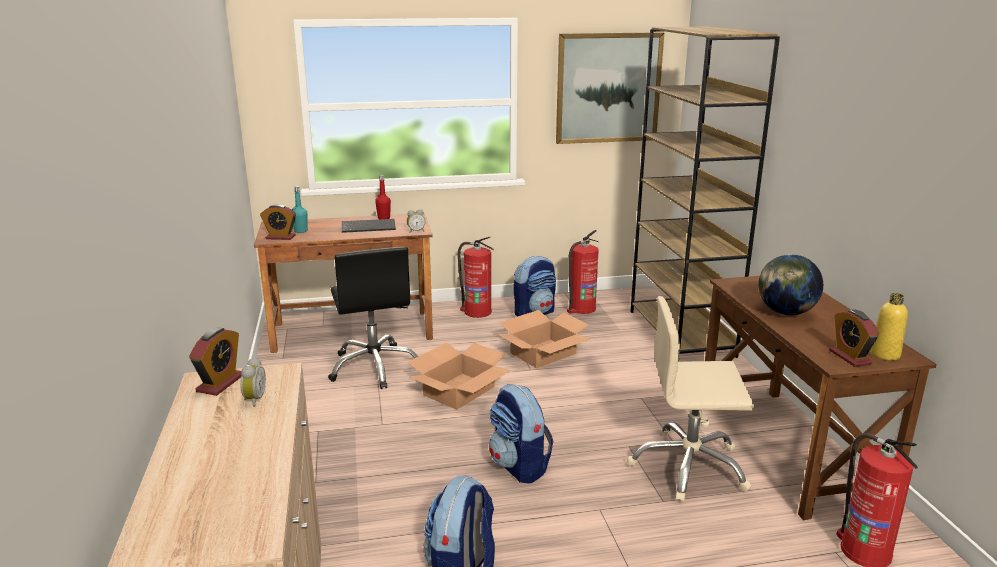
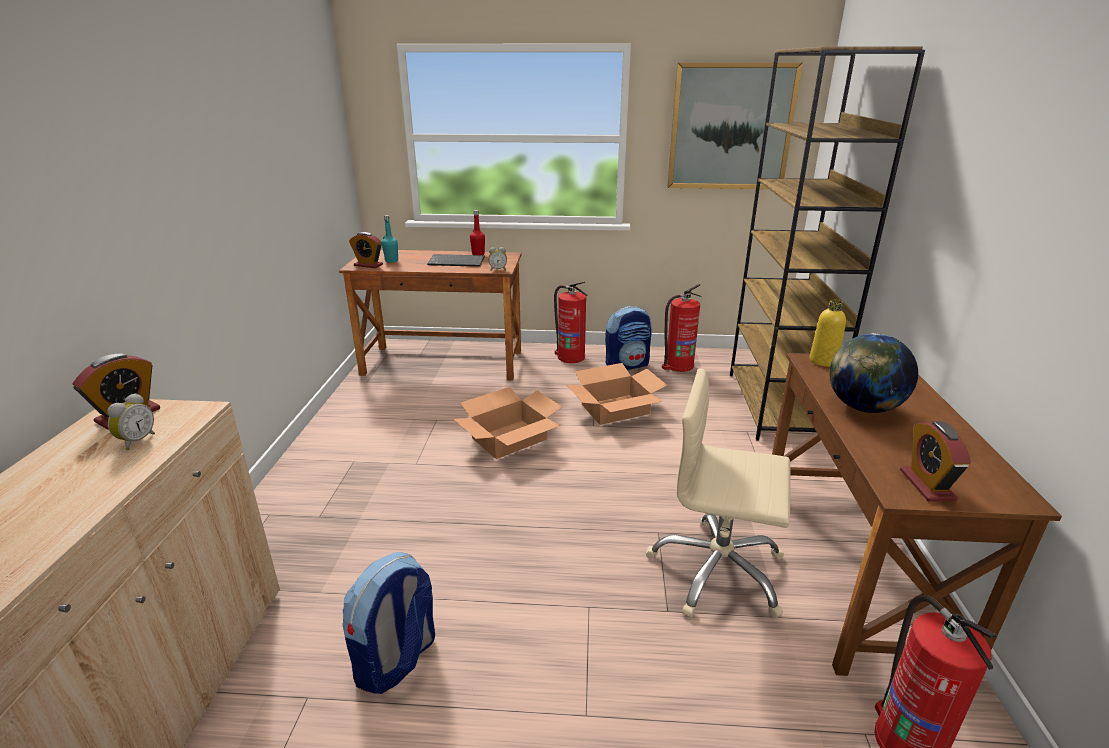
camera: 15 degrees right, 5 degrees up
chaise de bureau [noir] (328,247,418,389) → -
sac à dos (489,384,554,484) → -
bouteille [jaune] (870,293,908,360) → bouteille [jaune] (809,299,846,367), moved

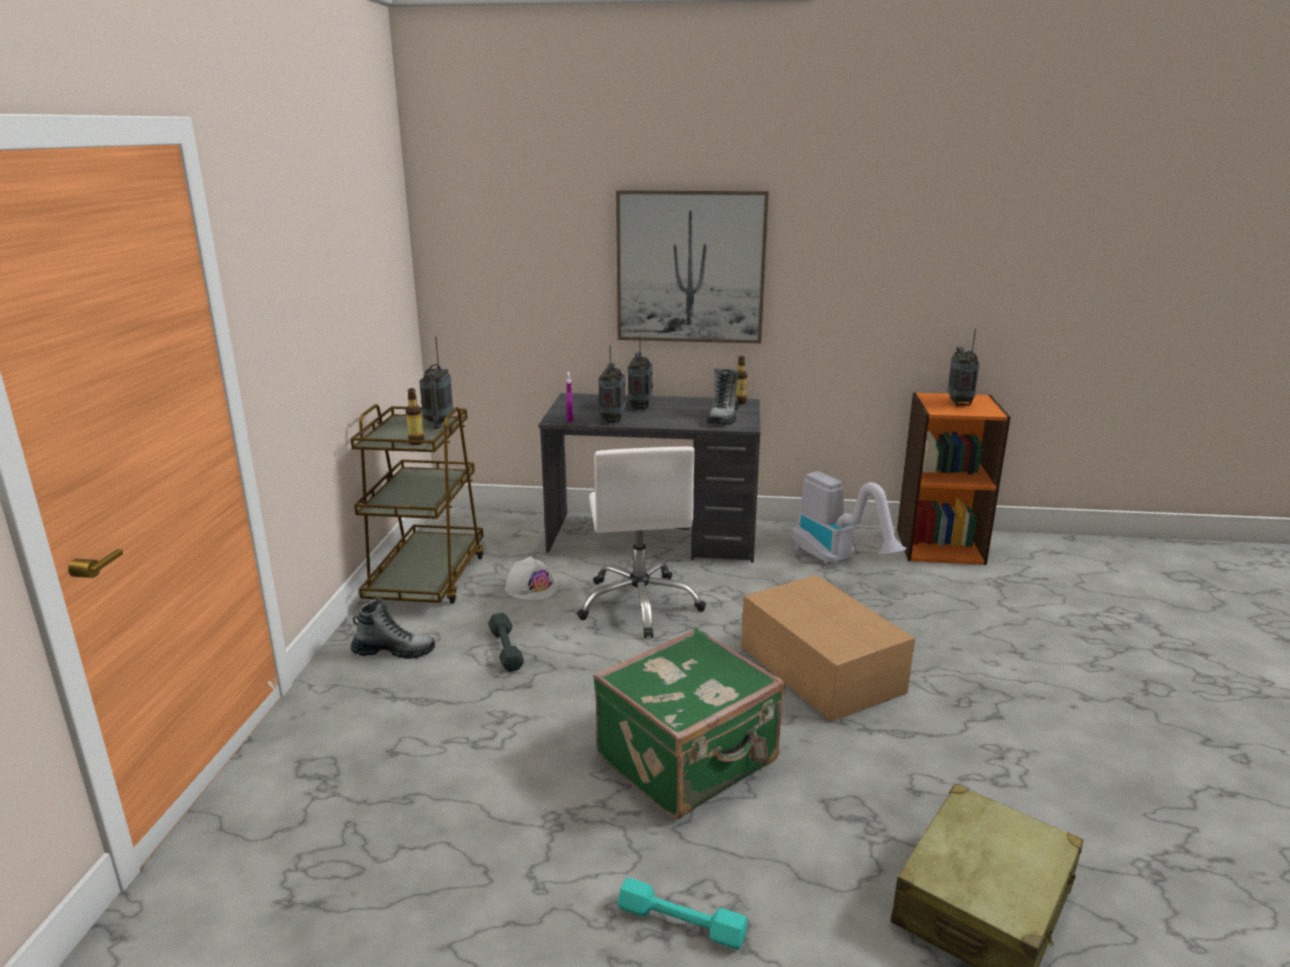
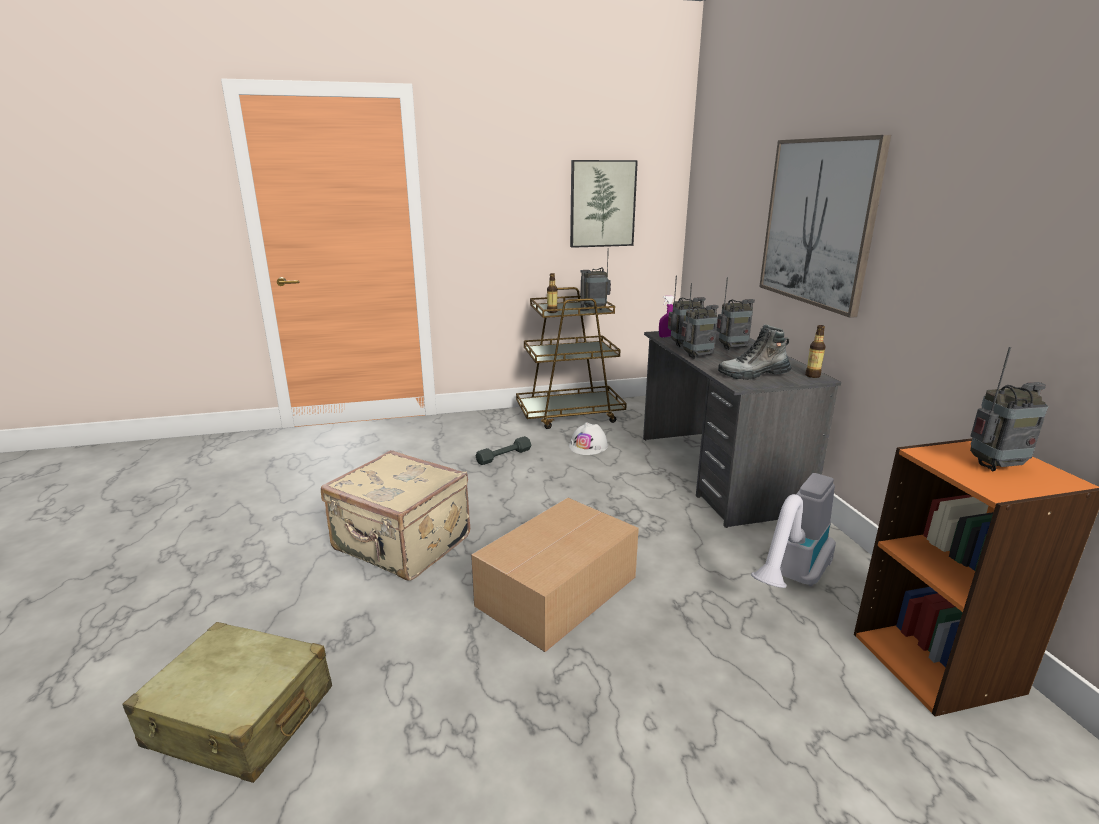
camera: 70 degrees right, 0 degrees up
botte (351,598,435,659) → -
chaise de bureau [blanc] (577,447,706,638) → -
valise [vert] (593,628,785,819) → valise [beige] (321,450,470,581)
haltère [turquoise] (617,877,747,950) → -
- → tableau (570,160,638,248)
- → radio (681,283,719,359)

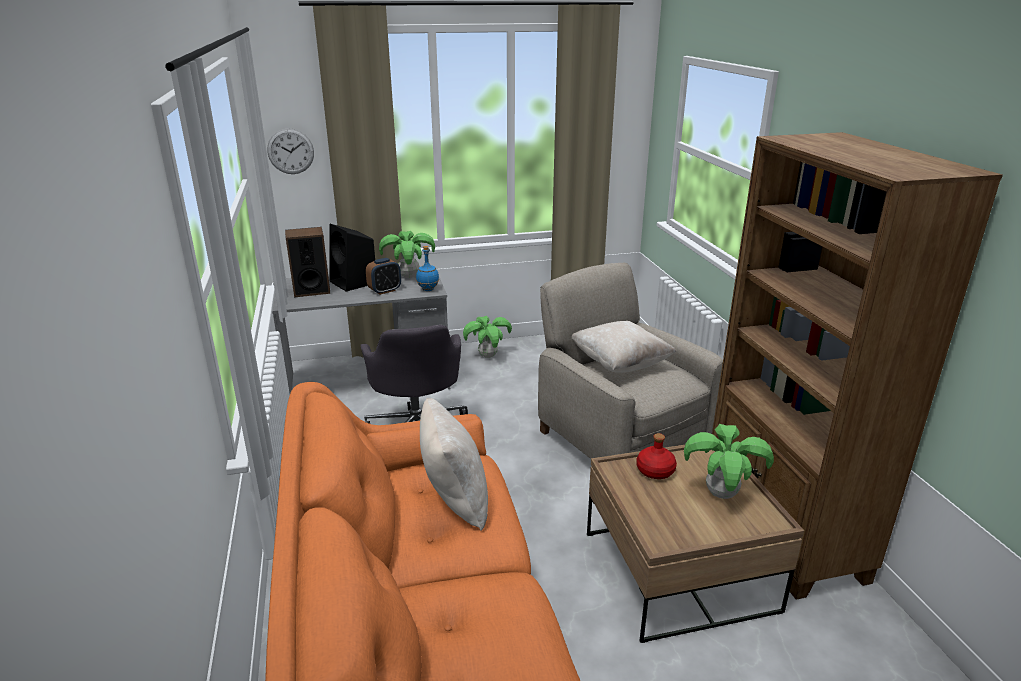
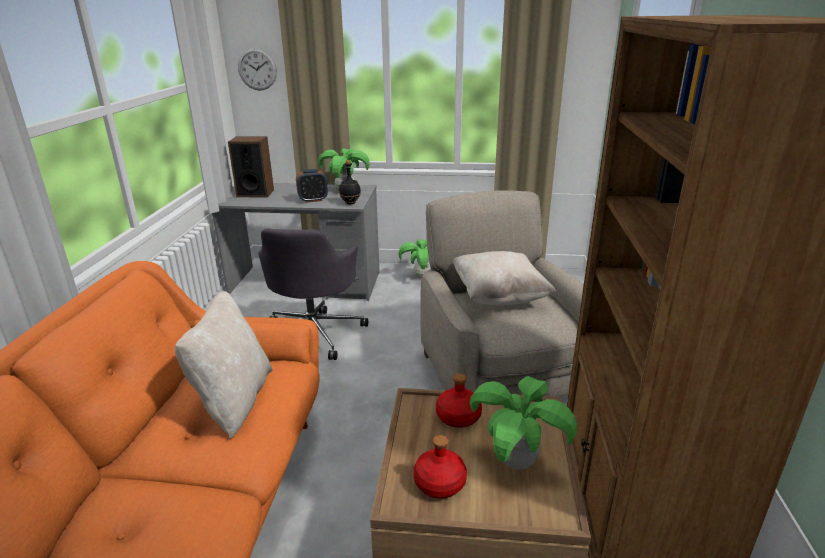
camera: 20 degrees right, 0 degrees up
enceinte [noir] (329,224,375,291) → -
bouteille [bleu] (416,246,439,291) → bouteille [noir] (339,160,361,204)
- → bouteille [rouge] (413,435,467,498)

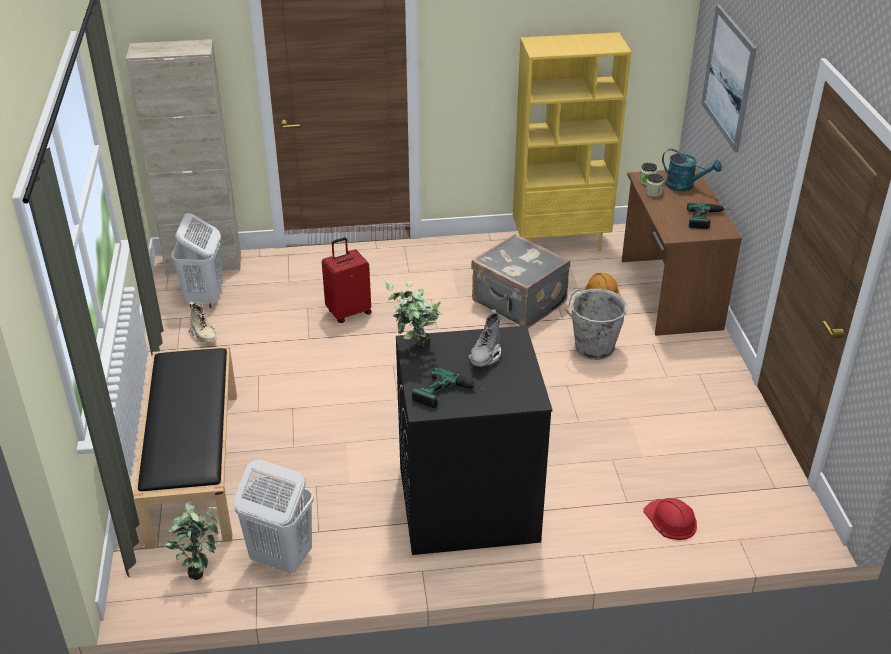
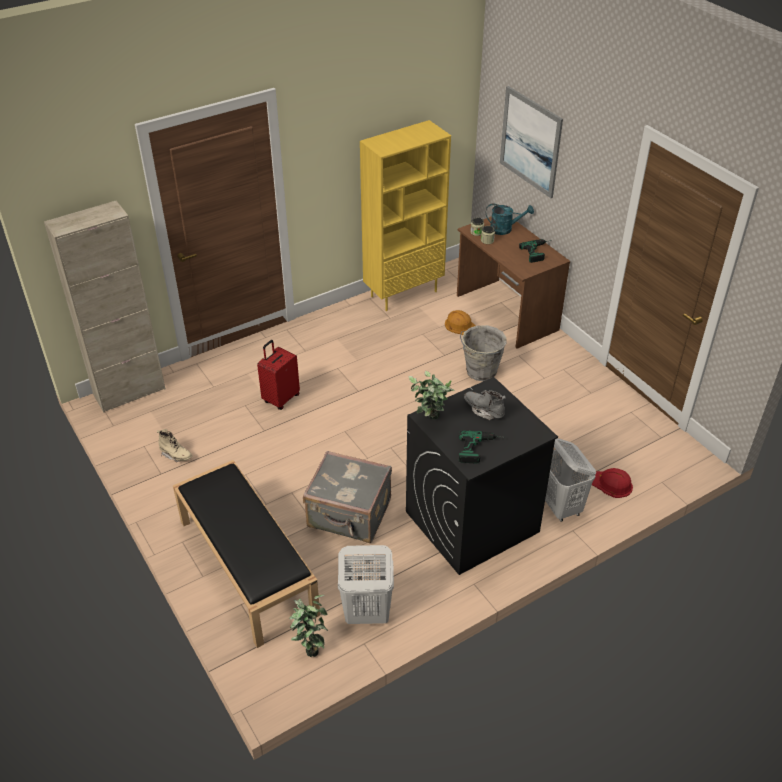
camera: 25 degrees left, 5 degrees up
panier à linge [blanc] (171,213,223,308) → panier à linge [blanc] (545,438,596,522), moved
botte [gris] (469,309,502,367) → botte [gris] (464,390,506,420), 135 degrees clockwise
valise [gris] (471,234,570,328) → valise [gris] (303,451,392,543), moved

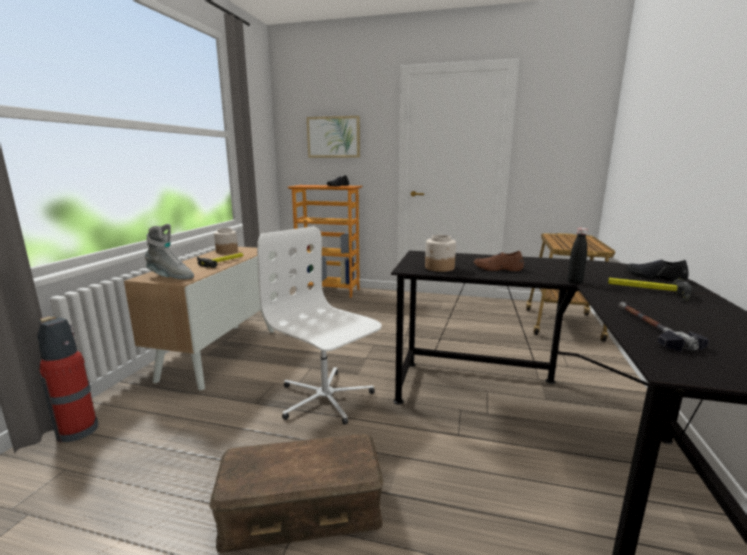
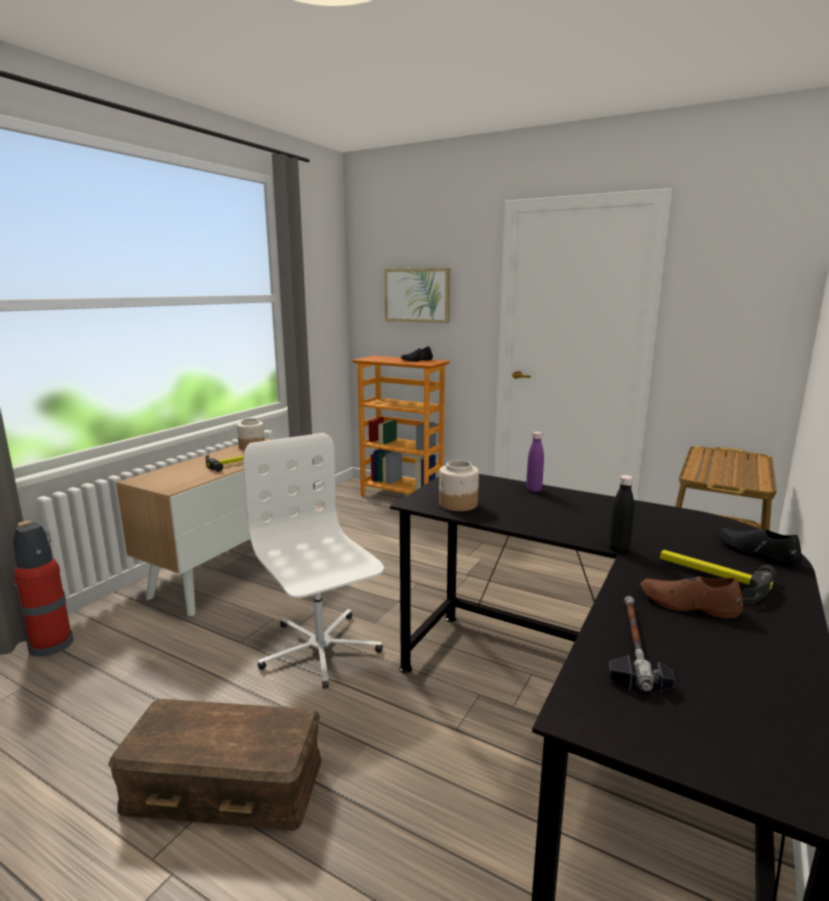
camera: 15 degrees right, 0 degrees up
botte [gris] (145,224,194,279) → -
chaussure [marron] (473,251,524,271) → chaussure [marron] (640,576,743,618), moved
- → bouteille [violet] (526,432,544,492)

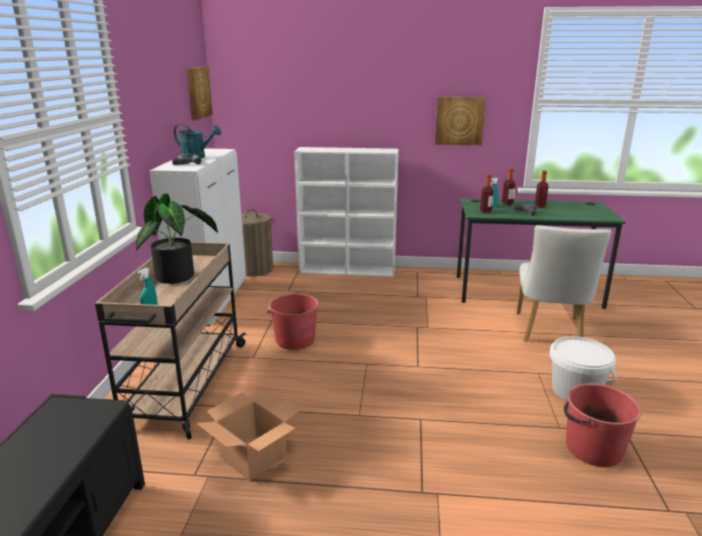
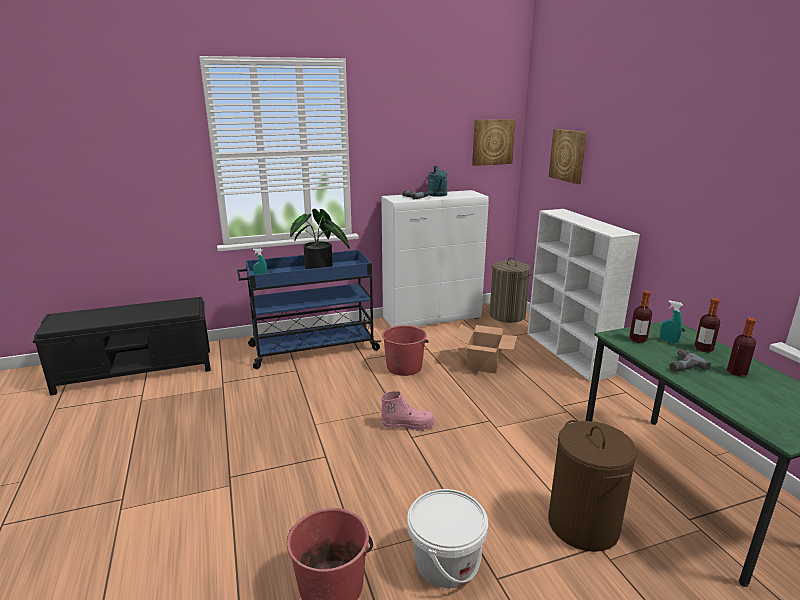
camera: 65 degrees right, 0 degrees up
chariot [beige] (95,242,246,439) → chariot [bleu] (237,250,381,369)
carton (196,391,302,481) → carton (455,324,517,374), moved
tableau (435,97,486,145) → tableau (549,129,587,184), moved
chaise [blanc] (517,225,612,342) → panier à linge [marron] (548,420,637,552)
- → botte [rose] (381,391,436,431)

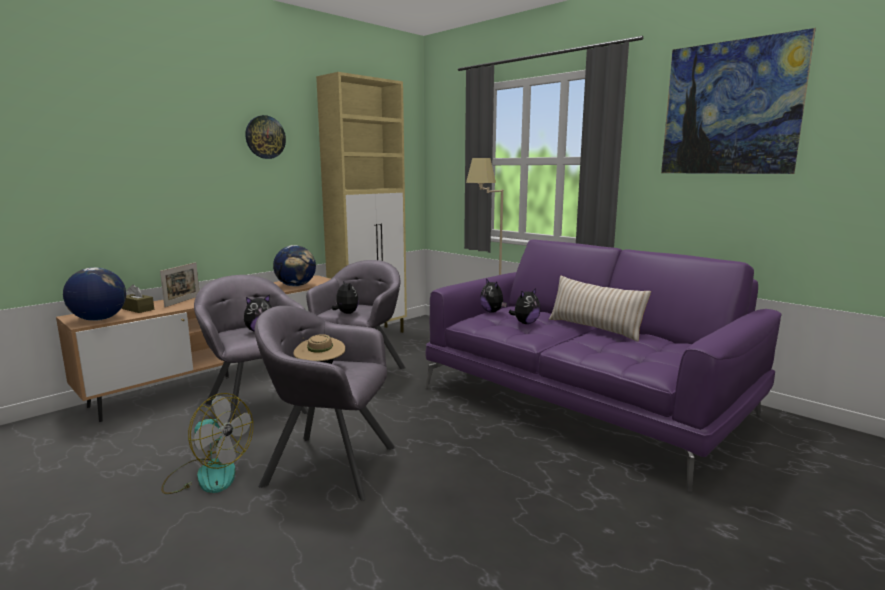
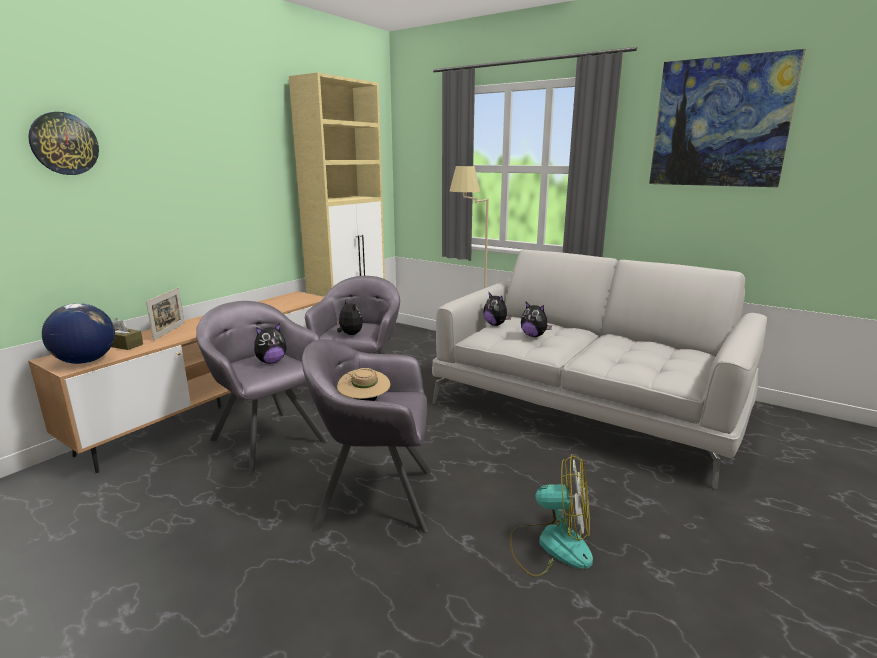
camera: 10 degrees left, 5 degrees up
ventilateur (161,393,253,494) → ventilateur (510,454,593,577), moved
horloge murale (245,115,286,159) → horloge murale (28,112,99,175), moved
globe (273,245,316,287) → -
canapé [violet] (425,240,782,492) → canapé [gris] (432,250,767,489)
peluche (509,288,541,324) → peluche (521,302,552,337), 90 degrees clockwise
coussin [beige] (549,276,651,341) → -

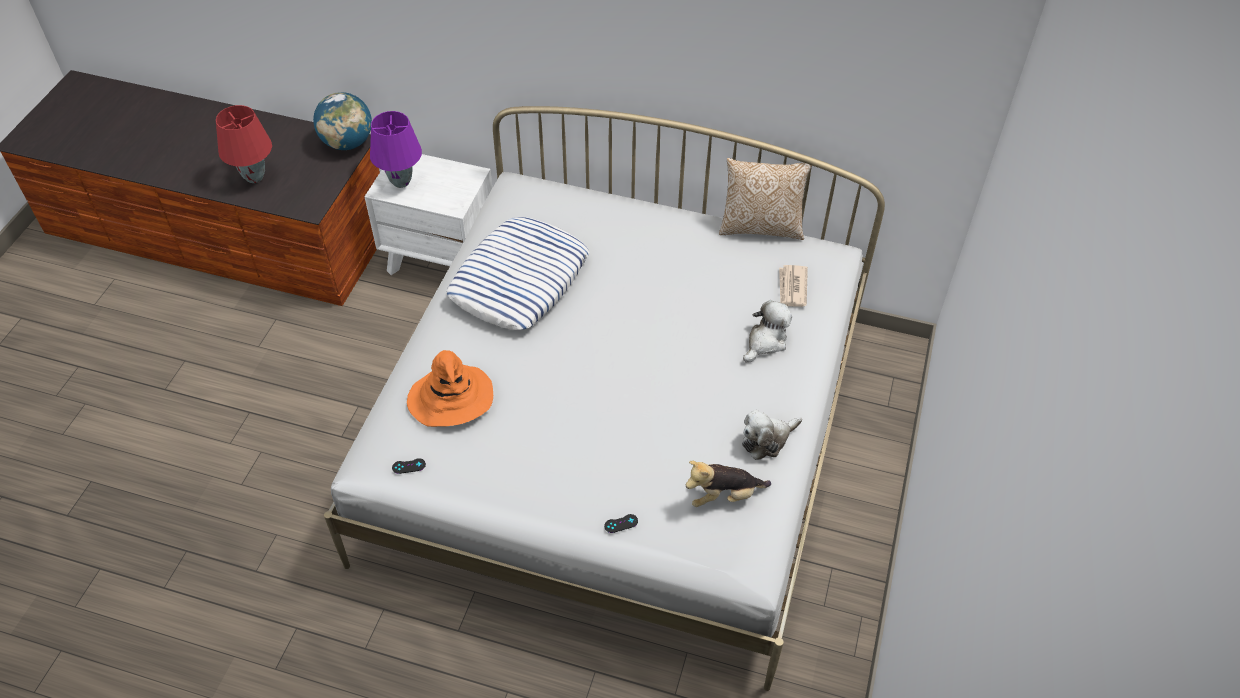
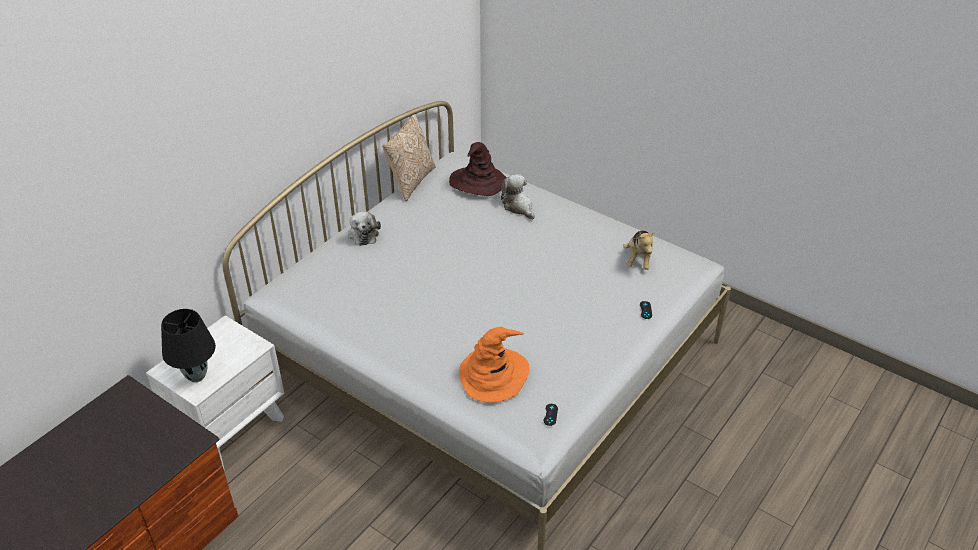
camera: 70 degrees left, 10 degrees down
lampe de table [rouge] (216,105,272,183) → -
globe (313,92,372,150) → -
lampe de table [violet] (370,111,422,188) → lampe de table [noir] (161,309,216,382)
coussin (446,217,589,330) → -
peluche (742,410,802,460) → peluche (348,211,381,246), moved
journal (779,265,808,307) → chapeau [marron] (449,142,507,196)

